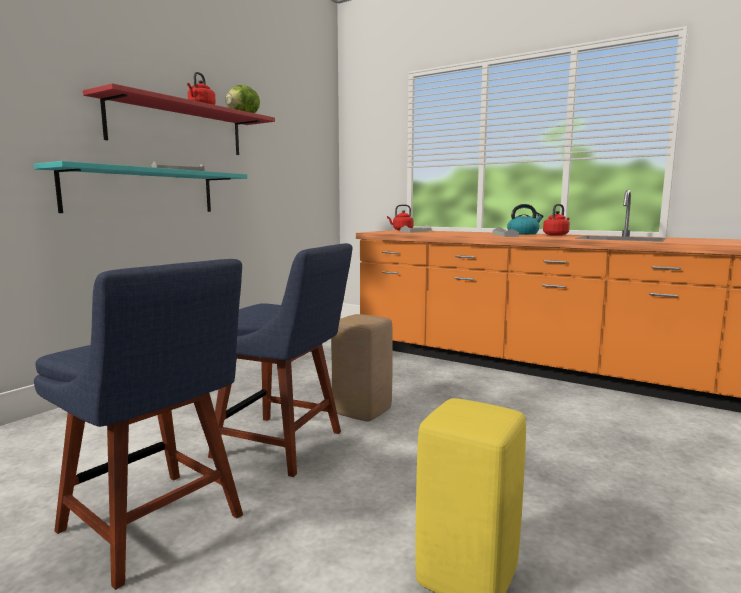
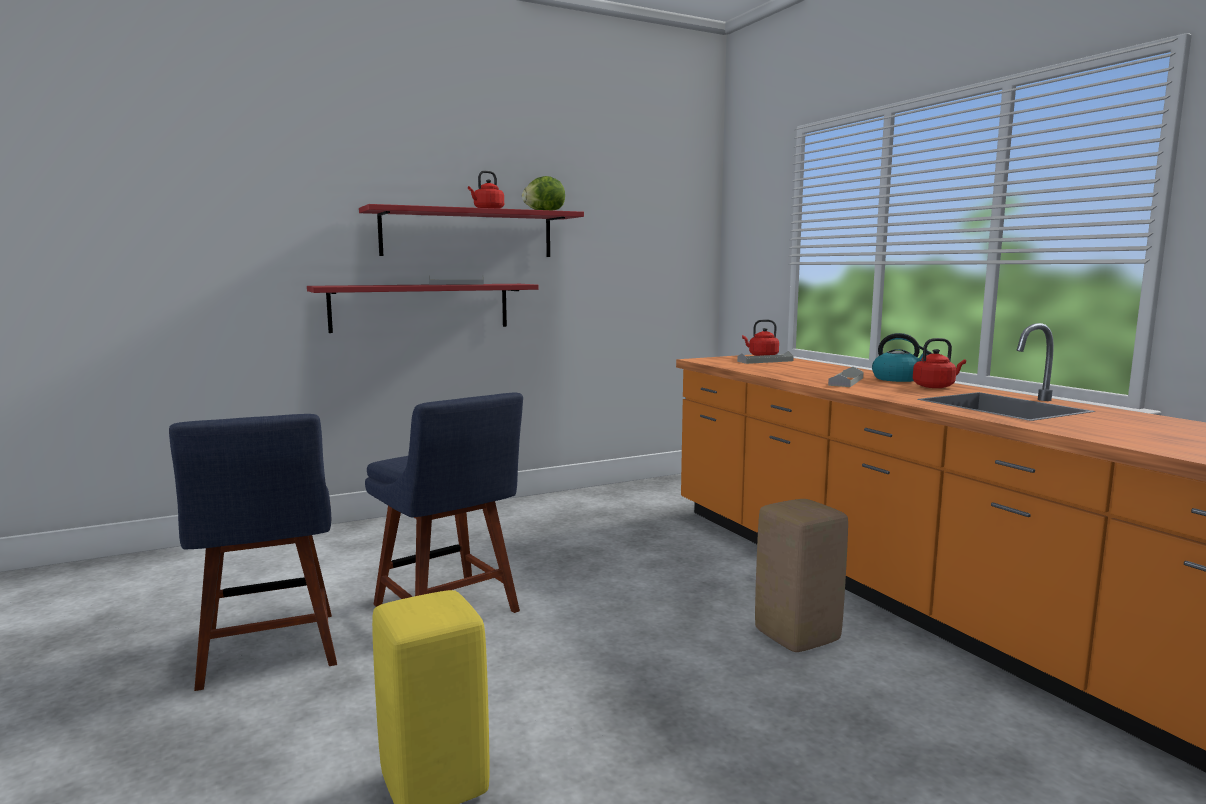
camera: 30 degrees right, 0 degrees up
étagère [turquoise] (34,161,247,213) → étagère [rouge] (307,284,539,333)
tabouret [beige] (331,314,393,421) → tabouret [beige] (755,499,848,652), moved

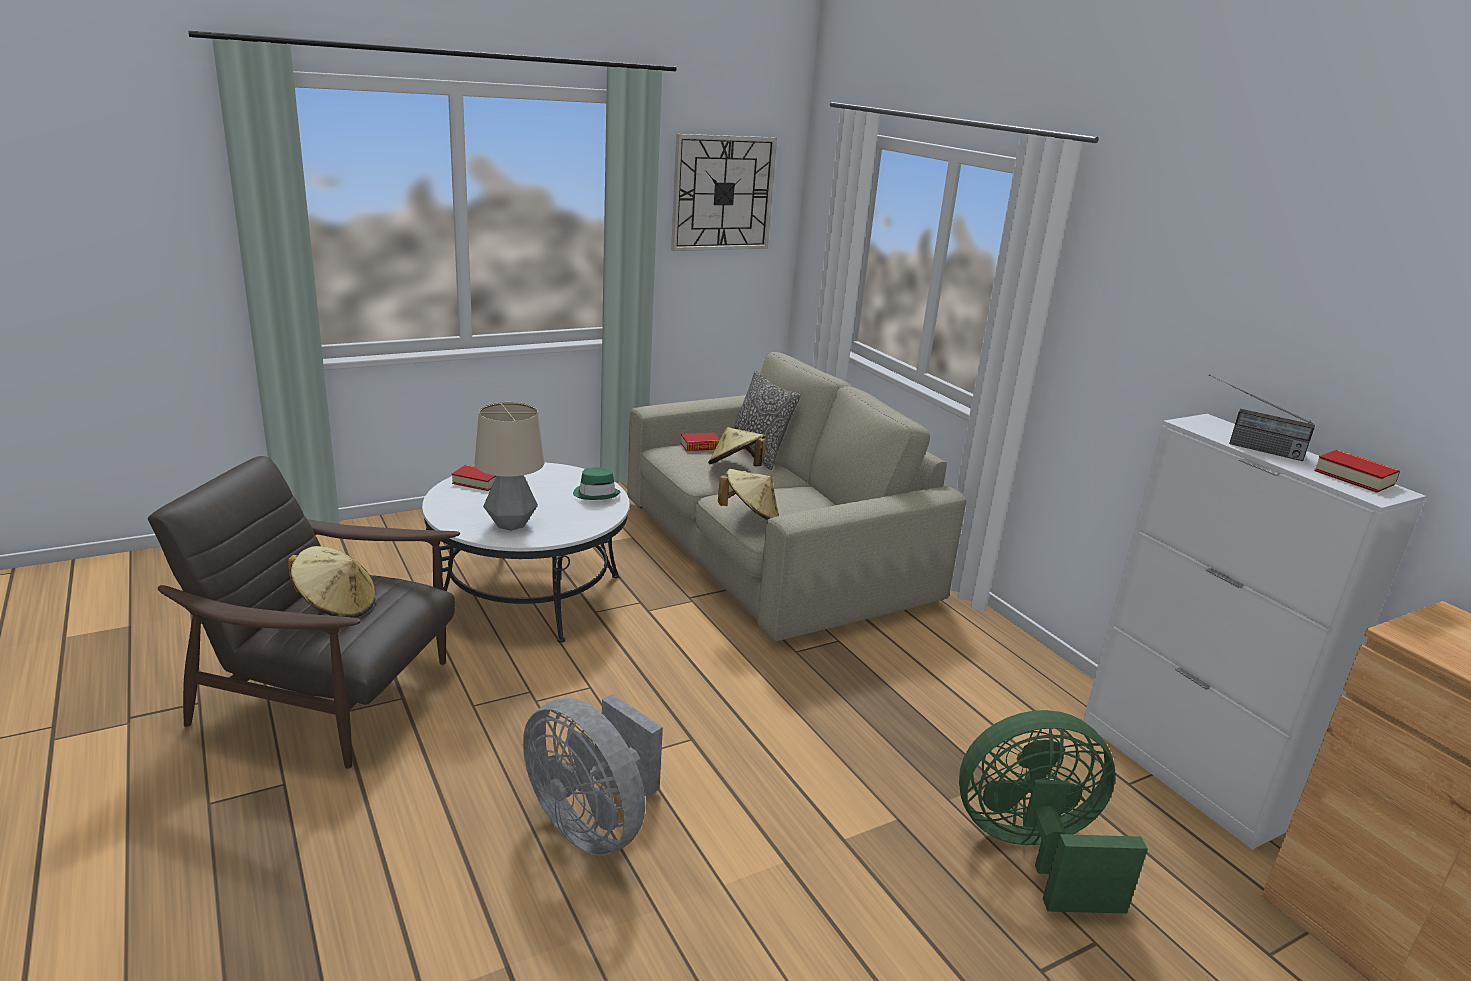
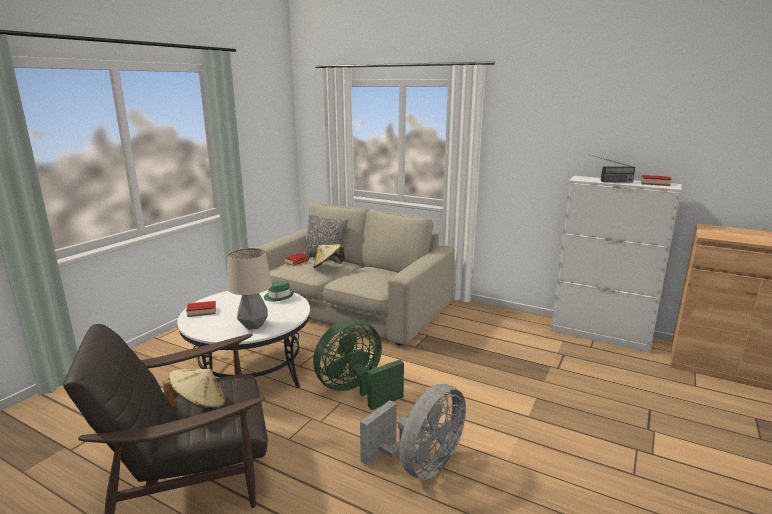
camera: 30 degrees left, 5 degrees down
ventilateur [gris] (523,694,663,856) → ventilateur [gris] (360,384,466,480), 60 degrees counterclockwise
horloge murale (671,134,777,251) → -
chapeau [beige] (718,469,779,520) → -
ventilateur [vert] (959,710,1148,913) → ventilateur [vert] (313,319,404,410), moved

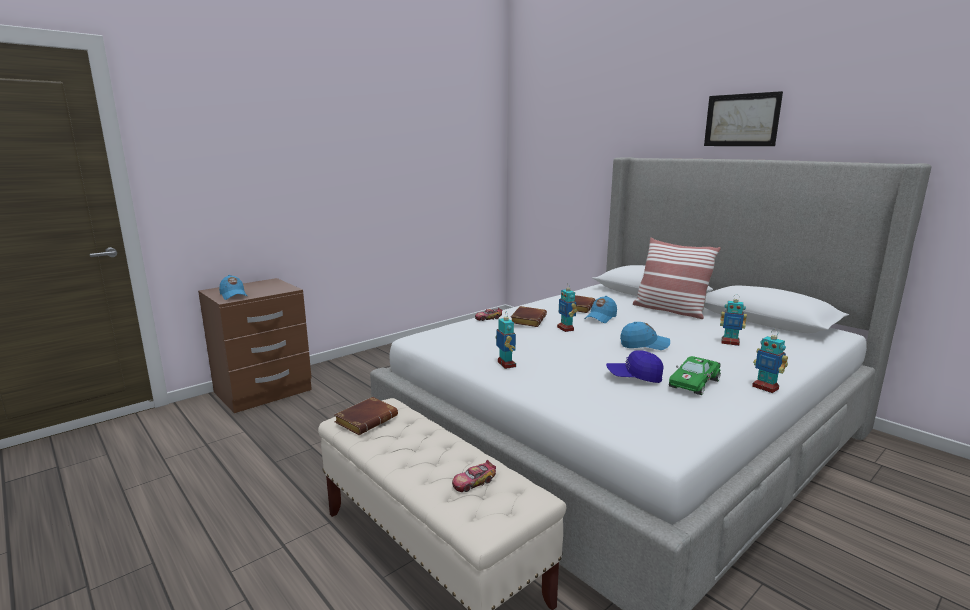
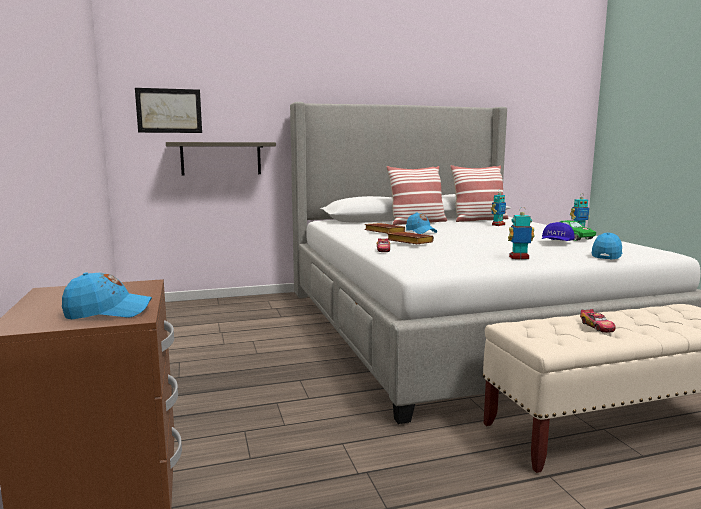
camera: 65 degrees left, 5 degrees down
livre [marron] (334,397,398,435) → -
petite voiture (452,460,496,492) → petite voiture (580,309,616,333), moved
robot jouet (557,283,577,332) → -
casquette [bleu] (620,322,670,350) → casquette [bleu] (592,233,623,260), moved
tableau (704,91,783,146) → tableau (135,88,202,133), moved
- → étagère (166,142,276,175)
- → coussin (450,165,508,222)

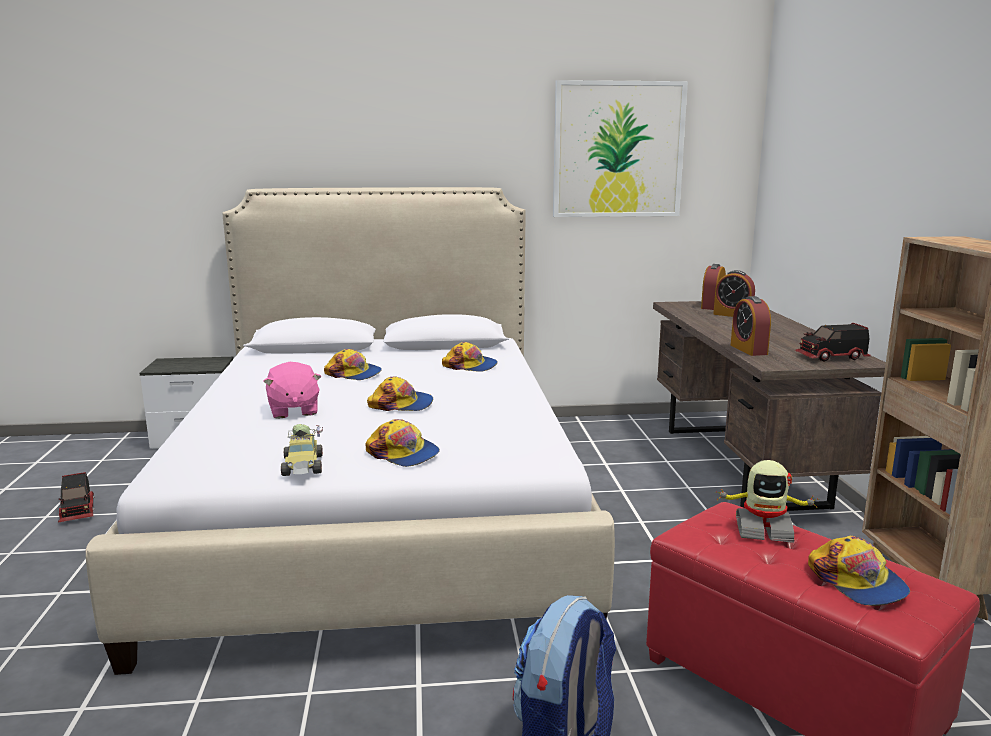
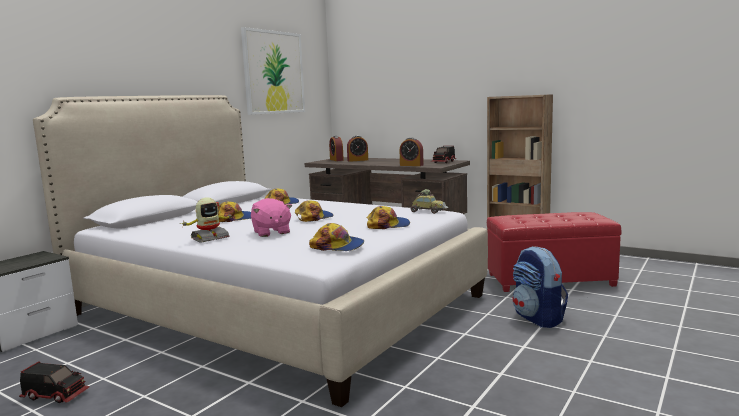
camera: 50 degrees left, 5 degrees down
peluche [rose] (263,362,322,419) → peluche [rose] (251,198,292,237), 45 degrees clockwise
petite voiture (281,424,323,476) → petite voiture (411,189,448,214), moved
robot jouet (715,460,819,543) → robot jouet (181,197,233,243), moved
casquette (808,536,910,606) → casquette (309,223,364,251), moved

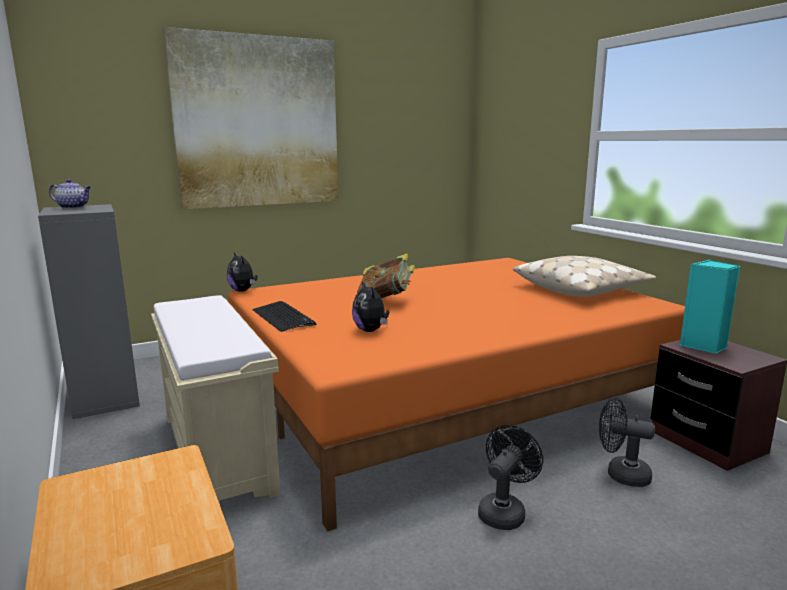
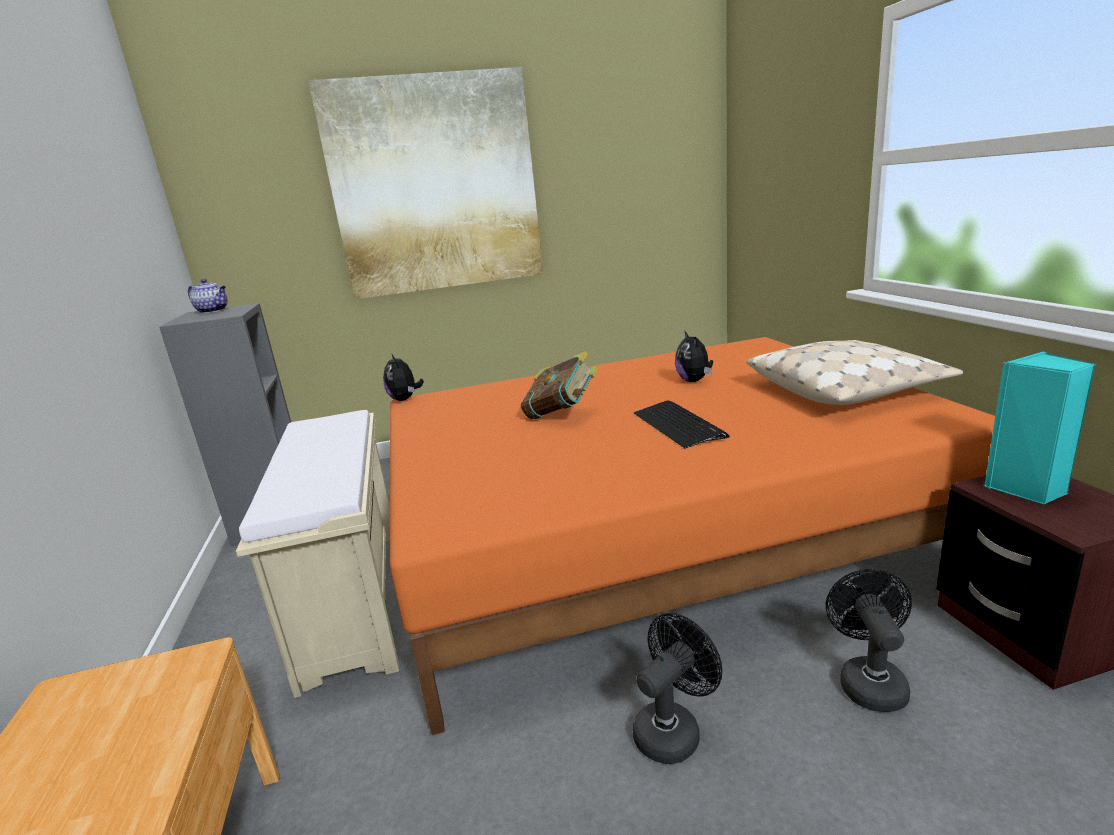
camera: 15 degrees right, 5 degrees up
clavier (252,301,316,332) → clavier (634,400,730,448), moved
peluche (352,281,389,332) → peluche (675,332,713,382), moved
ventilateur [noir] (599,397,655,487) → ventilateur [noir] (826,569,912,712), 60 degrees clockwise

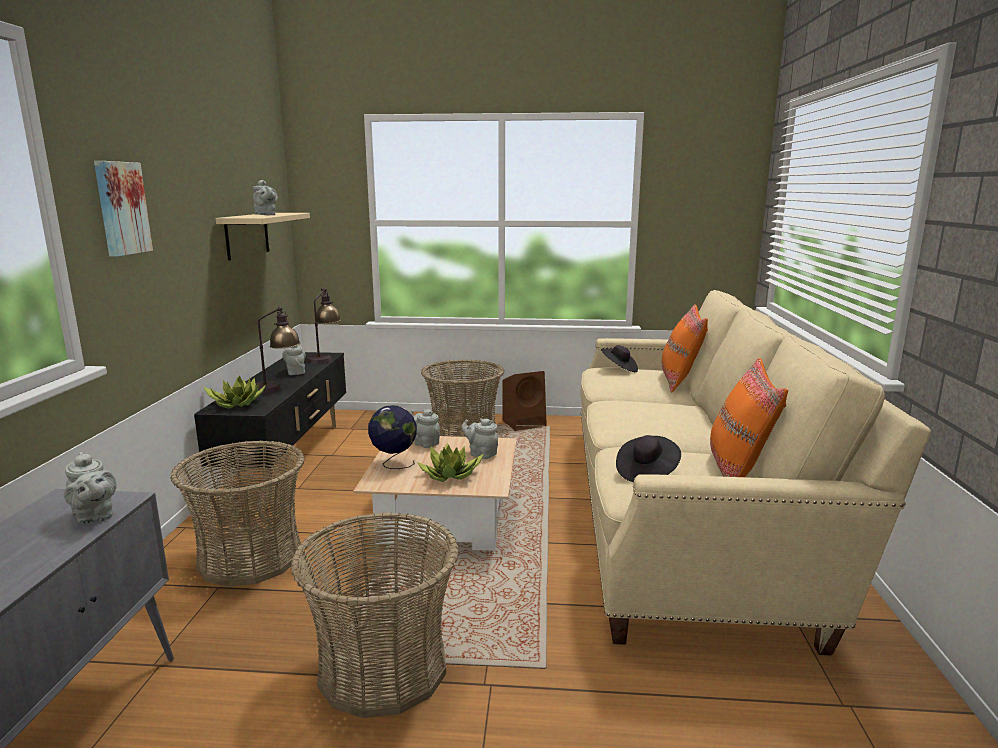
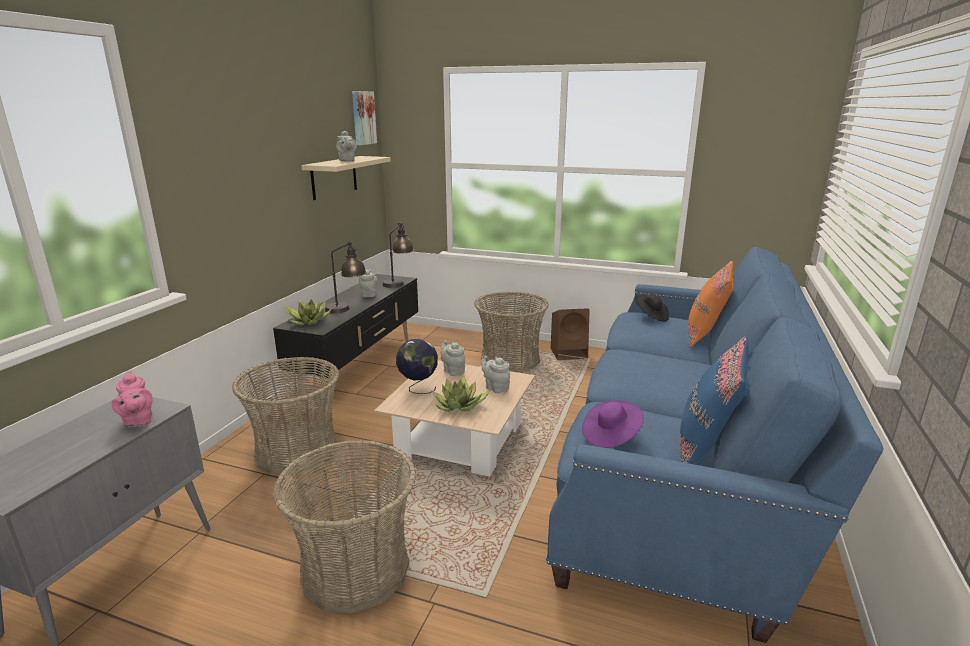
camera: 15 degrees right, 5 degrees up
théière [gris] (64,452,116,524) → théière [rose] (112,372,153,427)
tableau (94,161,153,257) → tableau (352,91,377,145), moved
canapé [beige] (581,290,931,656) → canapé [bleu] (546,247,883,643)
chapeau [noir] (616,435,681,482) → chapeau [violet] (582,400,644,448)
coussin [orange] (710,358,788,477) → coussin [bleu] (680,336,750,464)

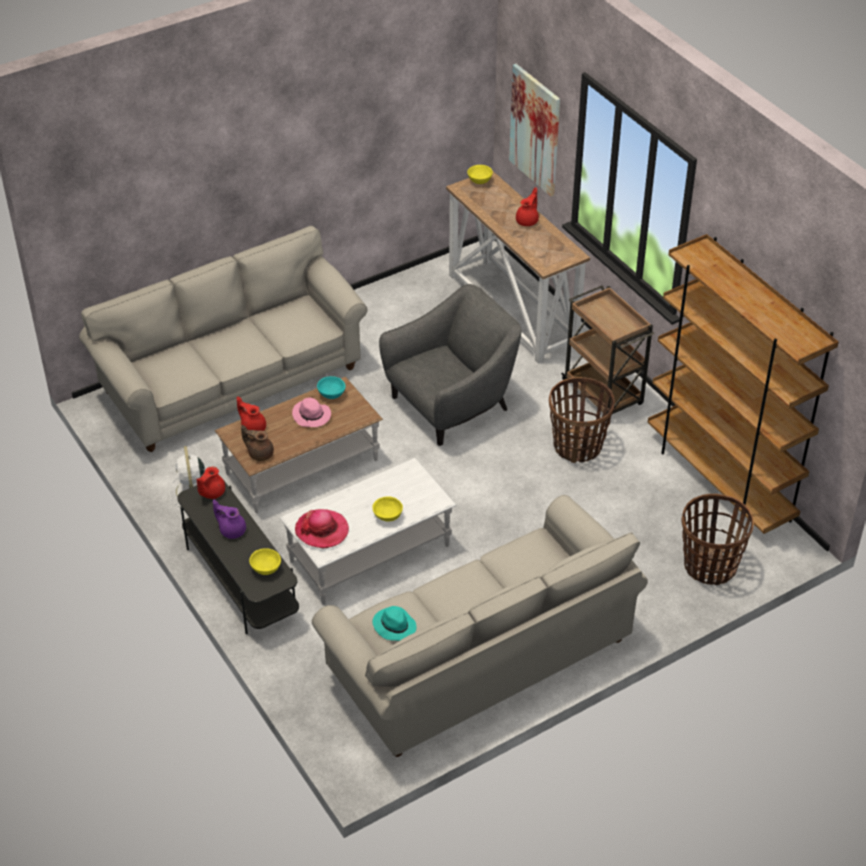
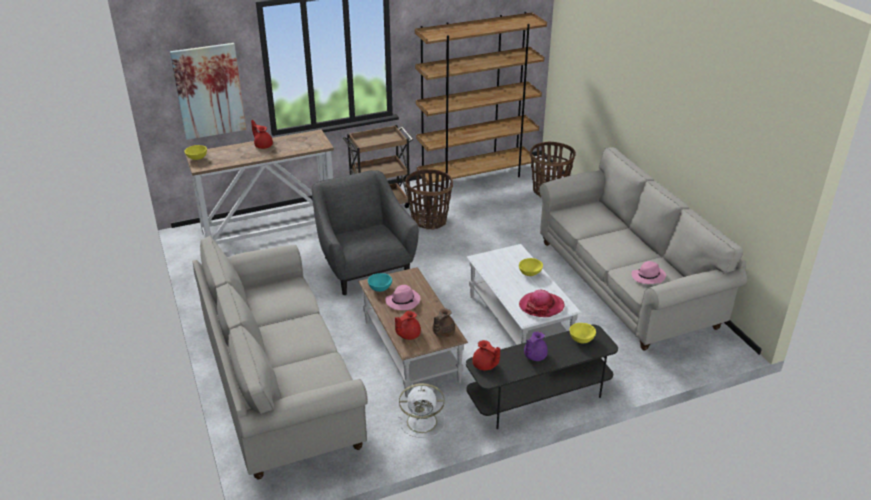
camera: 80 degrees left, 10 degrees down
chapeau [turquoise] (373,606,416,641) → chapeau [rose] (632,261,666,284)

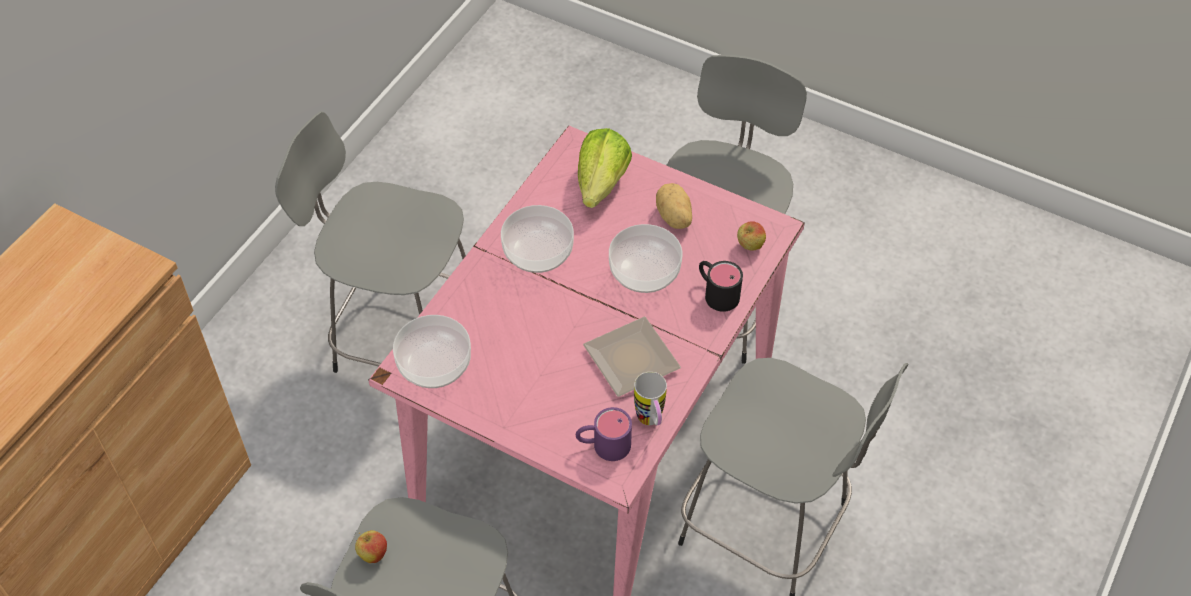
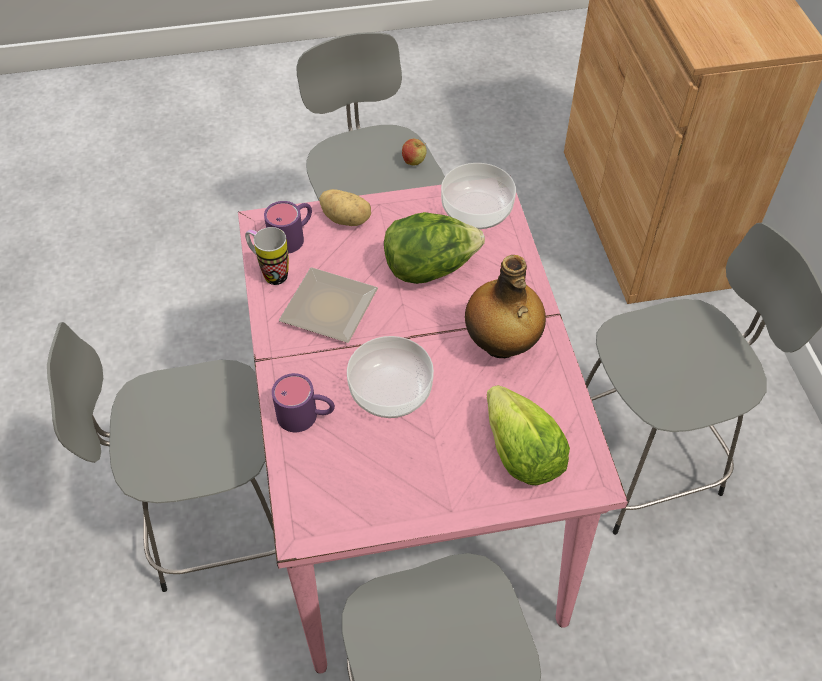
camera: 140 degrees right, 0 degrees up
bol (501,205,574,273) → bouteille (465,255,546,358)
pomme de terre (656,183,692,229) → pomme de terre (319,189,371,226), moved
mug [noir] (699,261,743,312) → mug [violet] (272,373,335,432)
pomme (737,221,766,251) → -
- → laitue (384,212,485,284)

